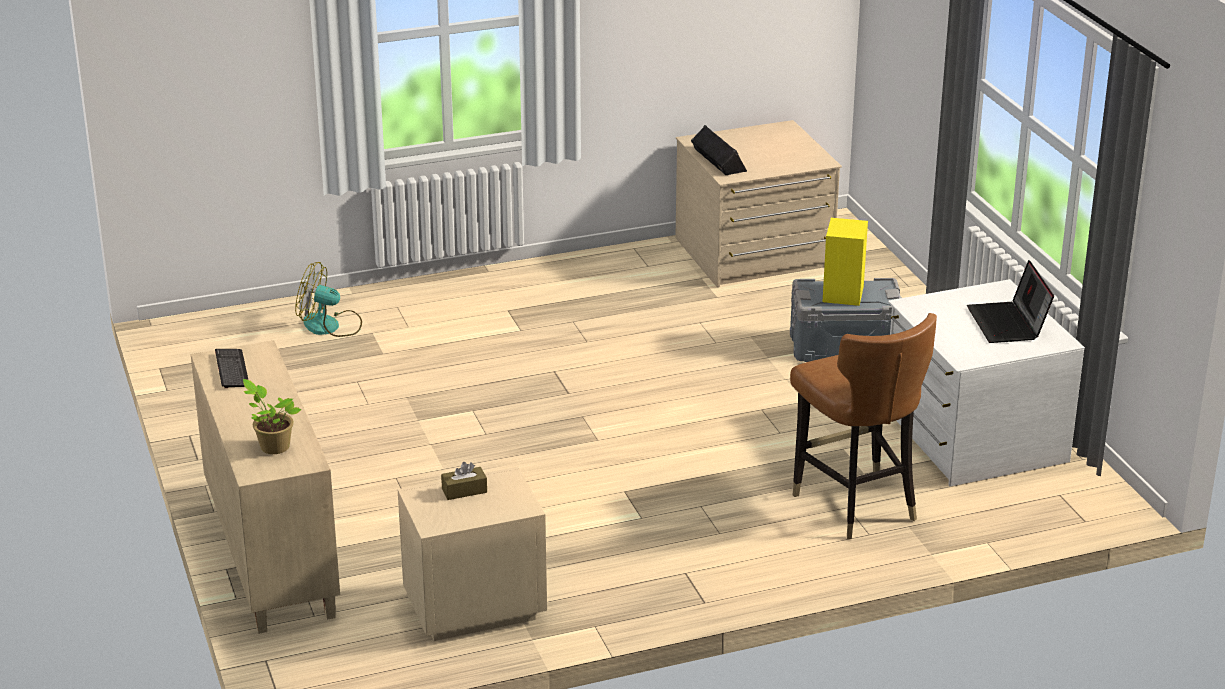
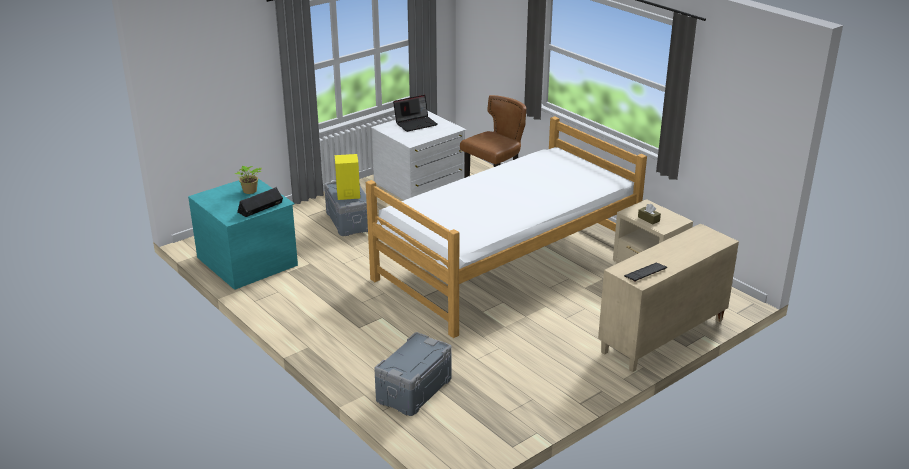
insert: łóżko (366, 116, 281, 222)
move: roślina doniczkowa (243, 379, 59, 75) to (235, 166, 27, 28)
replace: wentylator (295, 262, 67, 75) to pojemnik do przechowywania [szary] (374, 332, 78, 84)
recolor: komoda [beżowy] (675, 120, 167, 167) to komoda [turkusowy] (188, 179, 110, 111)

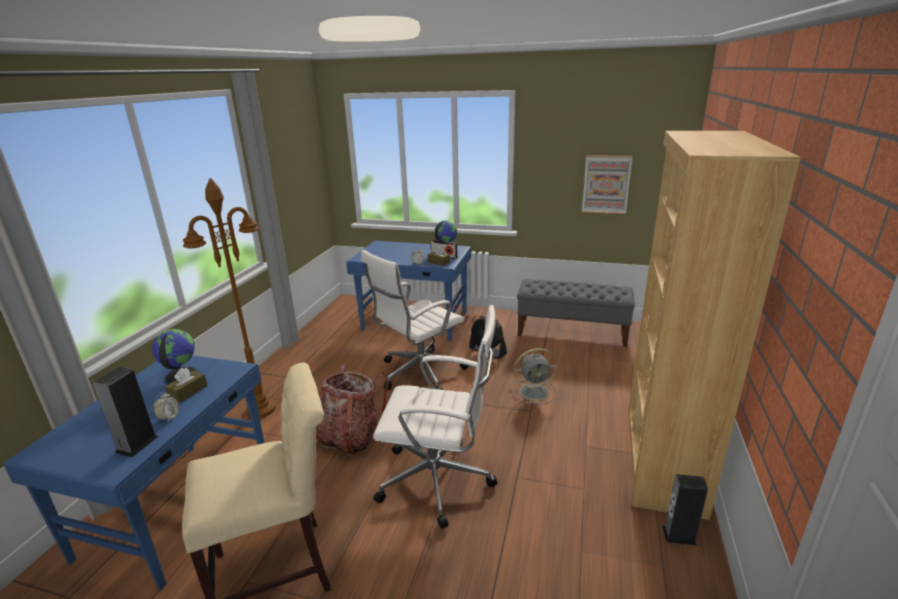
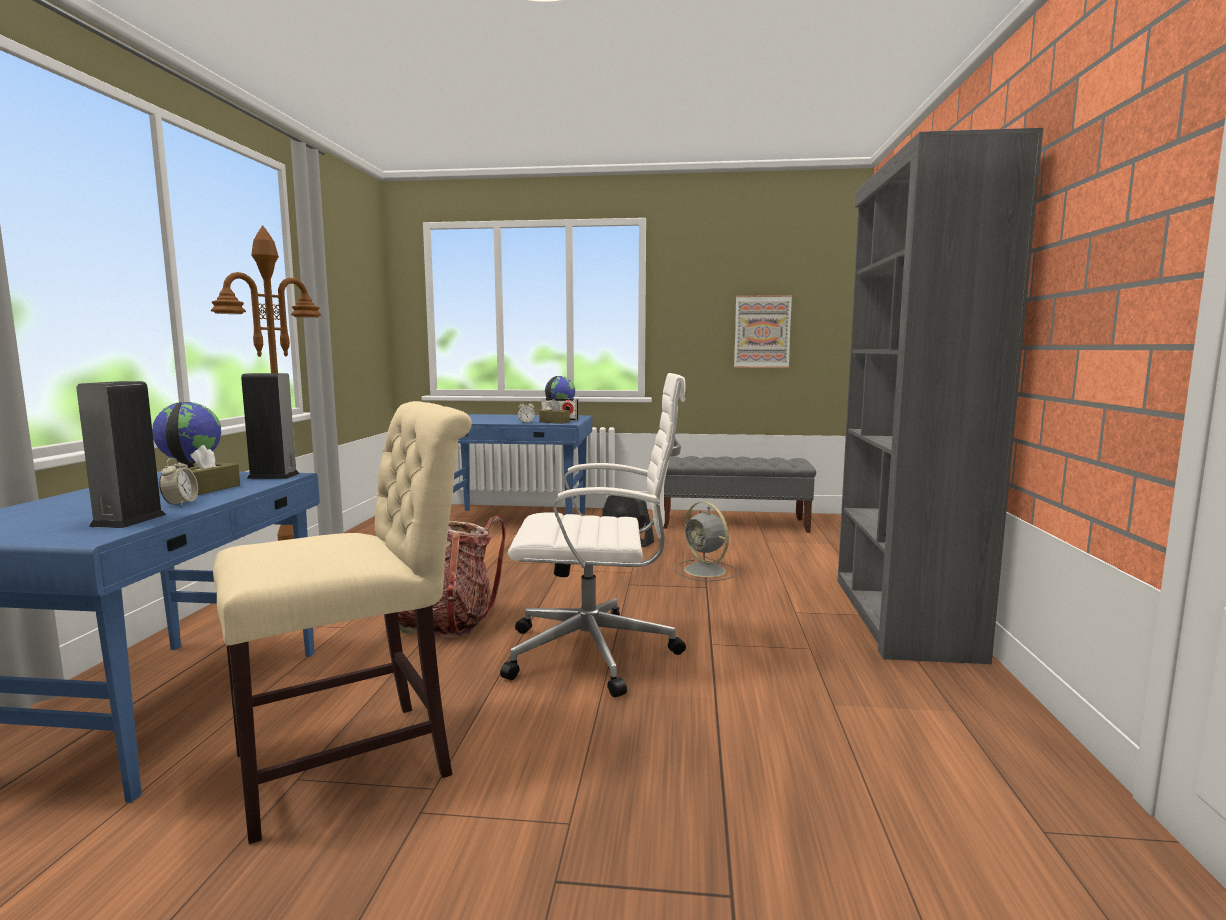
delete: krzesło biurowe [biały] (361, 250, 108, 140)
move: głośnik (662, 474, 46, 72) to (241, 373, 59, 106)
recolor: regał [brązowy] (628, 131, 173, 389) to regał [szary] (838, 128, 205, 536)
rotate: wentylator [szary] (510, 348, 47, 57) = (675, 502, 64, 79) 75 degrees clockwise

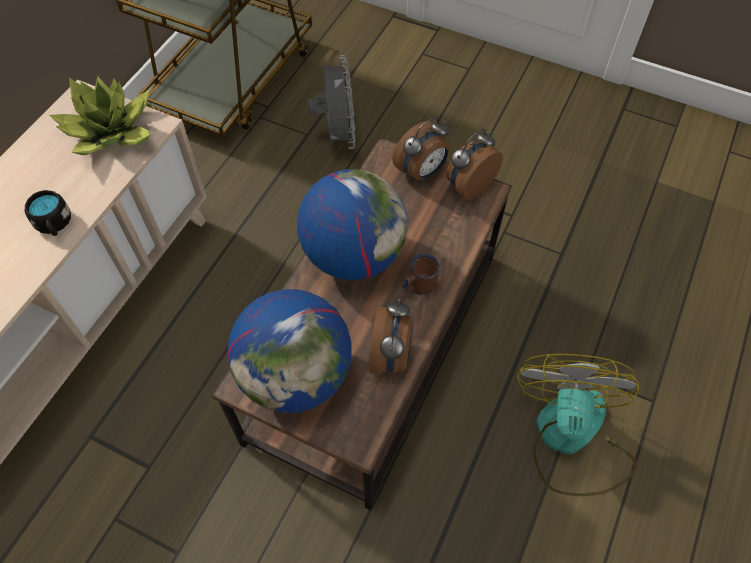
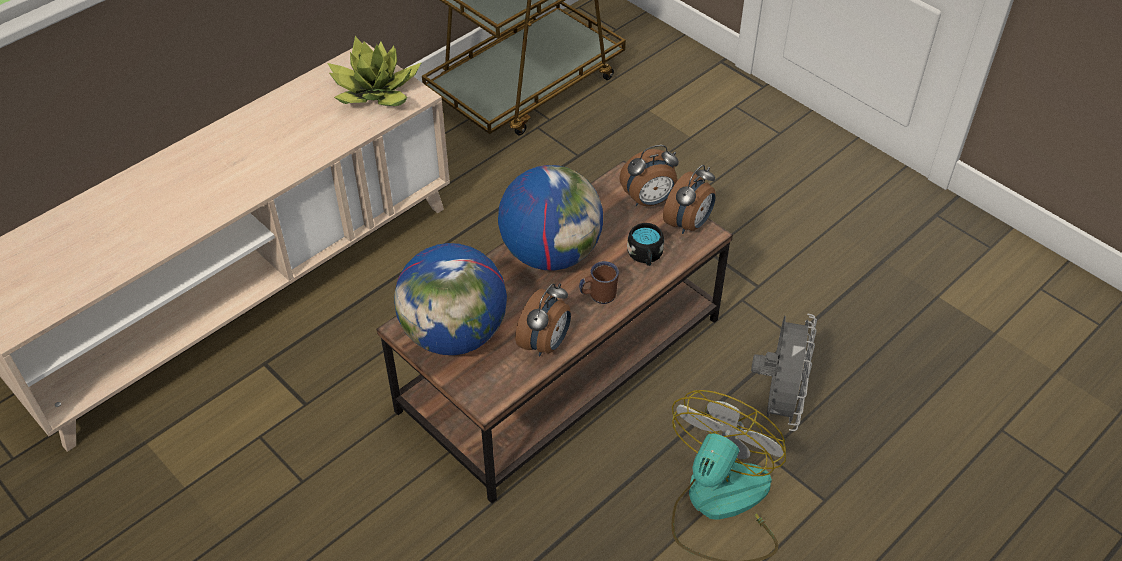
move: kubek [czarny] (25, 190, 46, 46) to (627, 223, 37, 43); wentylator [szary] (308, 55, 48, 94) to (751, 313, 66, 118)
rotate: budzik (447, 129, 56, 71) = (663, 165, 52, 69) 150 degrees clockwise

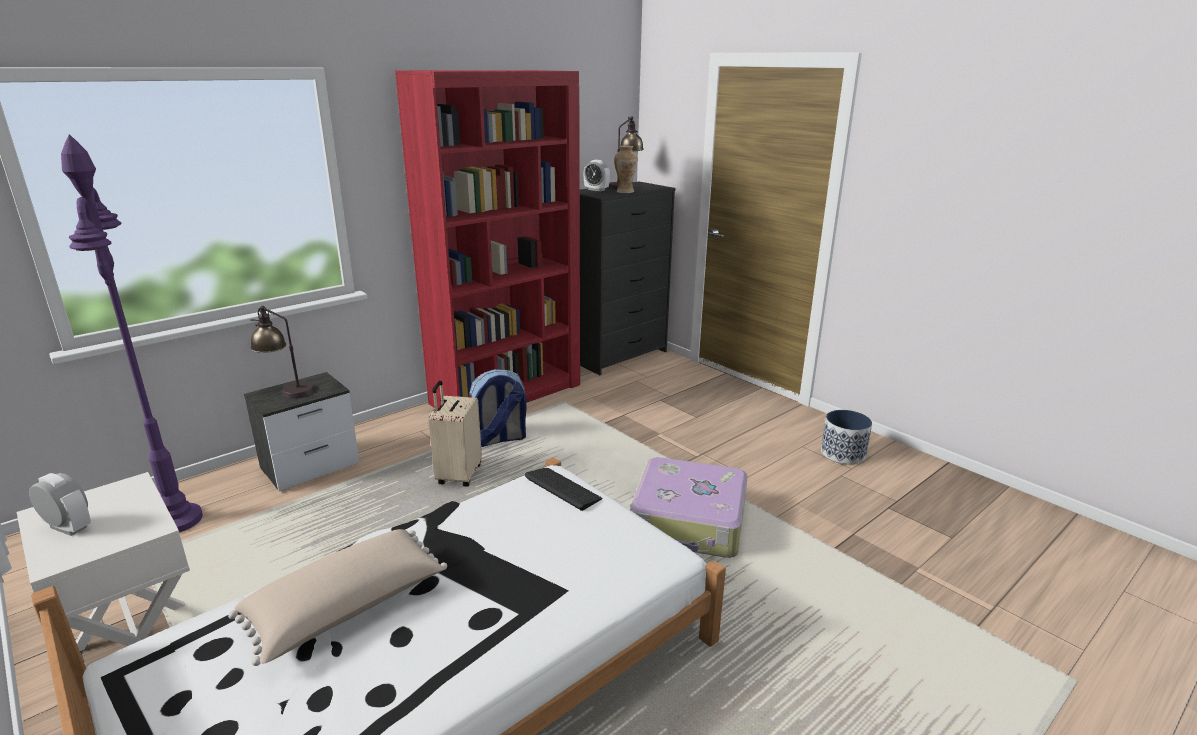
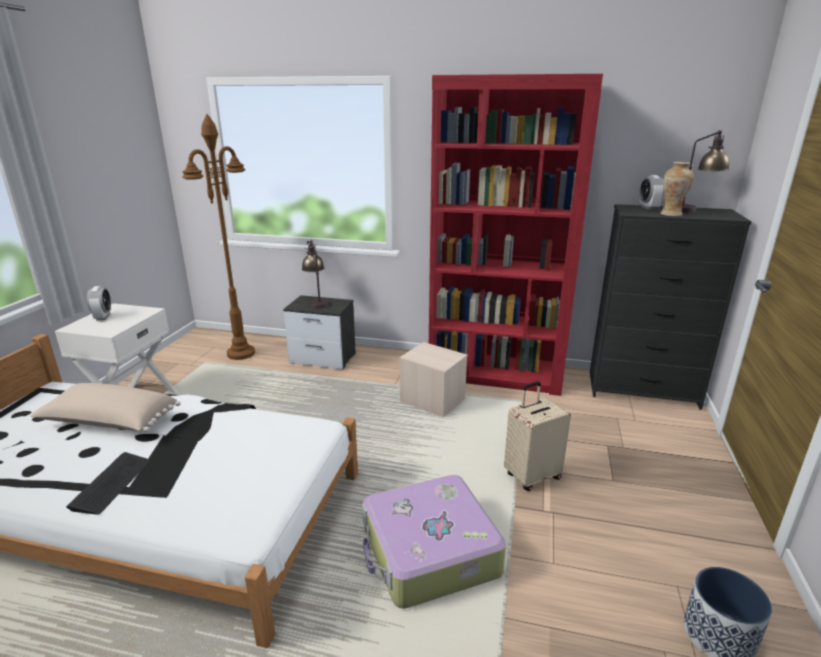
move: walizka [beżowy] (429, 381, 53, 106) to (504, 381, 67, 110); klawiatura (524, 468, 79, 43) to (66, 452, 84, 63)
replace: plecak (469, 369, 58, 78) to pojemnik do przechowywania [beżowy] (399, 342, 69, 76)
recolor: lampa stojąca [fioletowy] (61, 134, 142, 398) to lampa stojąca [brązowy] (182, 114, 73, 246)

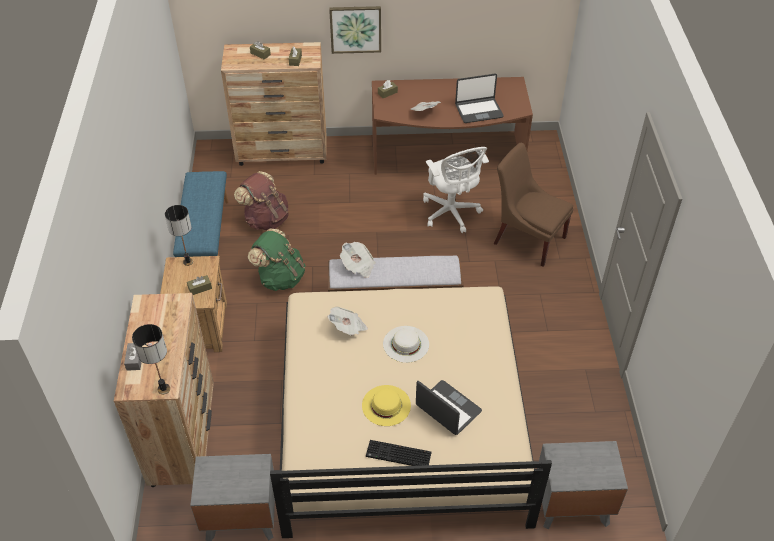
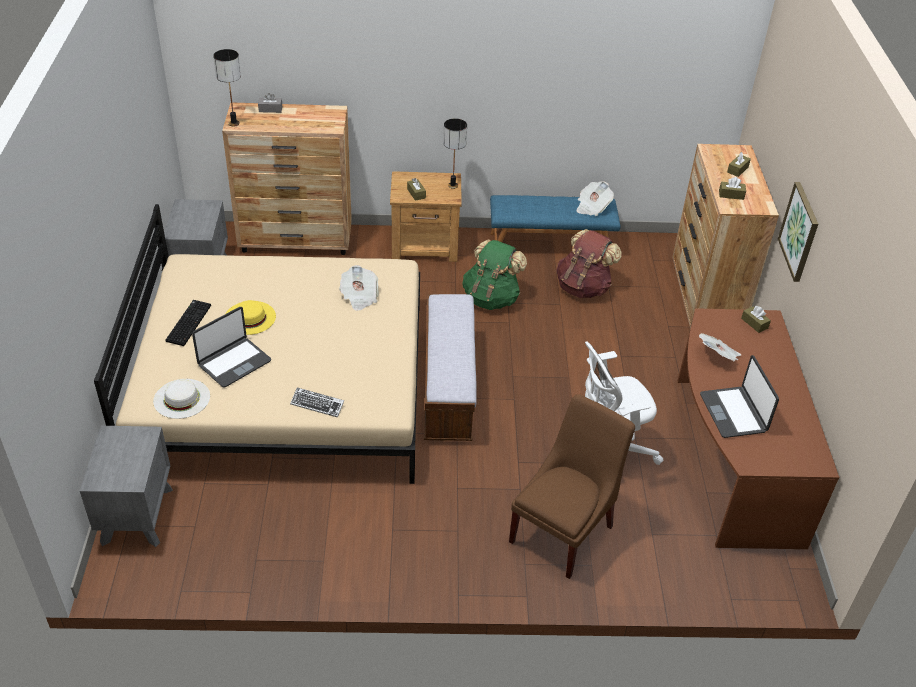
insert: klawiatura (290, 388, 54, 30)
move: gazeta (340, 242, 36, 36) to (577, 181, 37, 35); kapelusz [biały] (383, 326, 46, 37) to (153, 379, 57, 40)

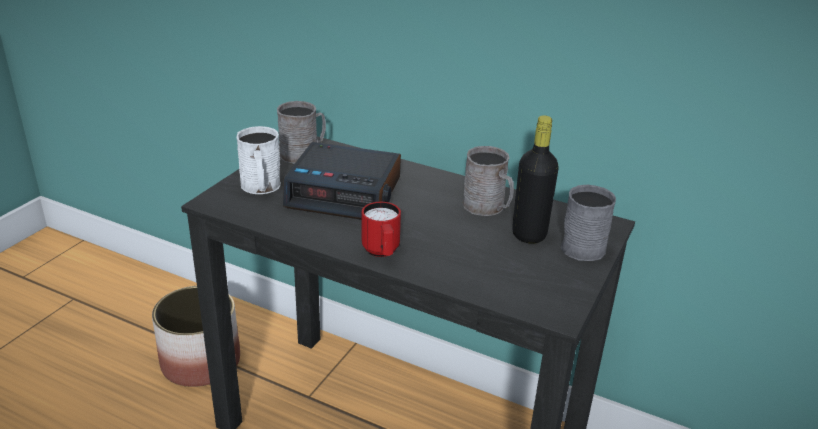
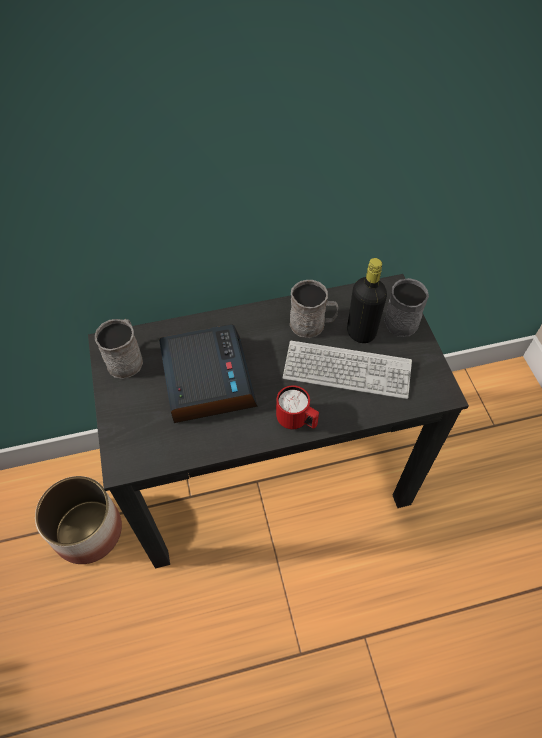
delete: kubek [biały] (236, 126, 45, 68)
insert: klawiatura (283, 341, 129, 58)
rotate: budzik (283, 142, 118, 78) = (159, 324, 99, 99) 75 degrees counterclockwise

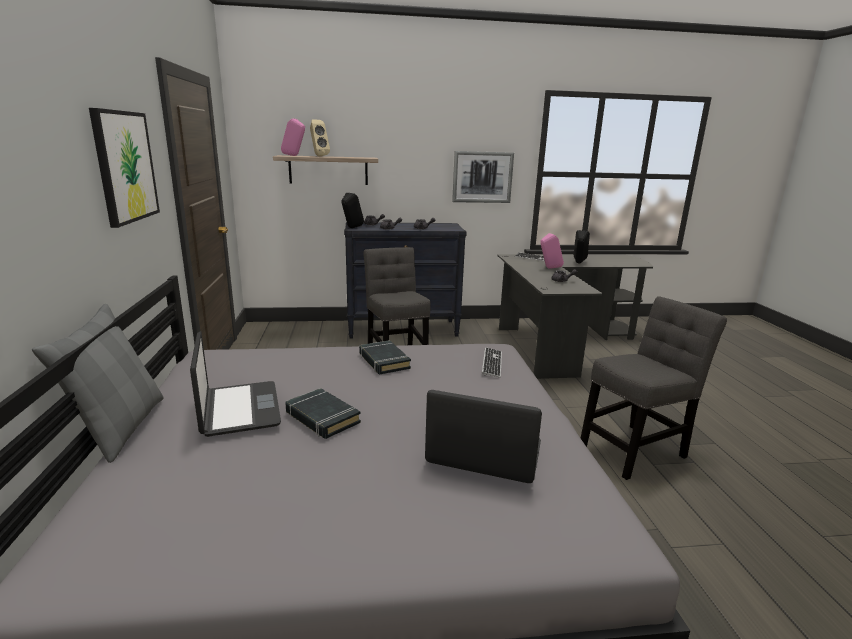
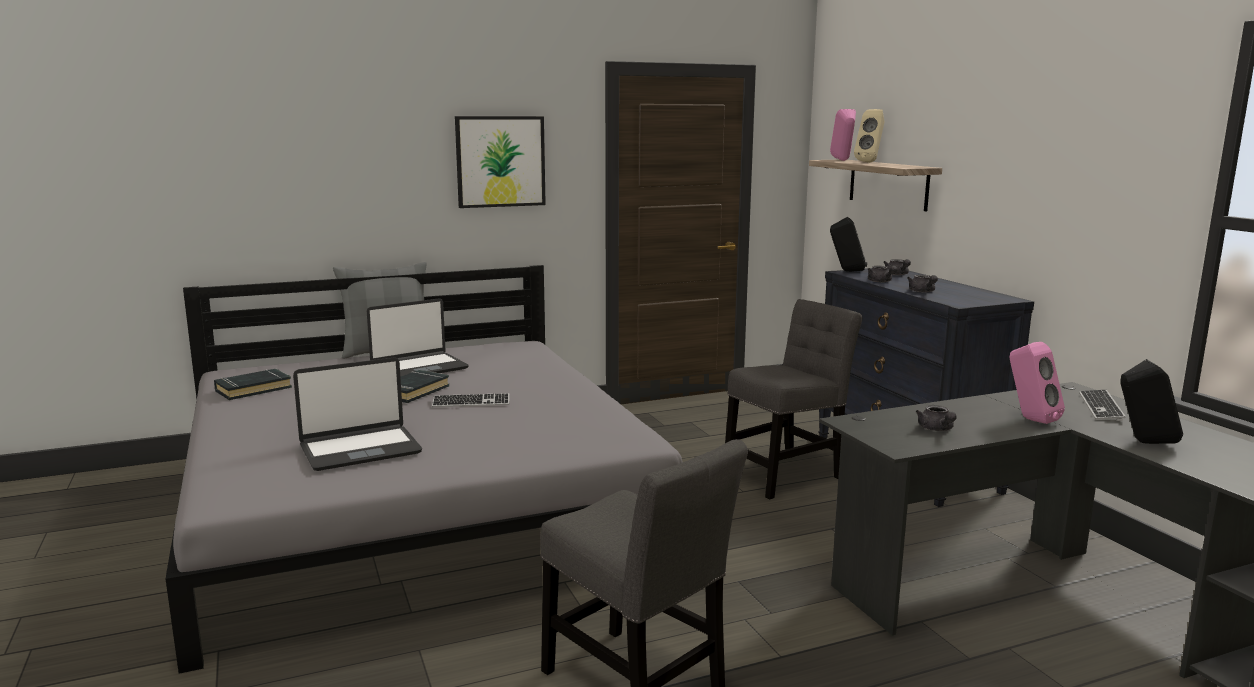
delete: obraz (452, 151, 62, 52)
move: książka [czarny] (359, 340, 52, 35) to (214, 369, 78, 31); klawiatura (482, 347, 20, 31) to (432, 393, 78, 14)
rotate: laptop (425, 390, 117, 93) = (293, 357, 129, 114) 60 degrees clockwise

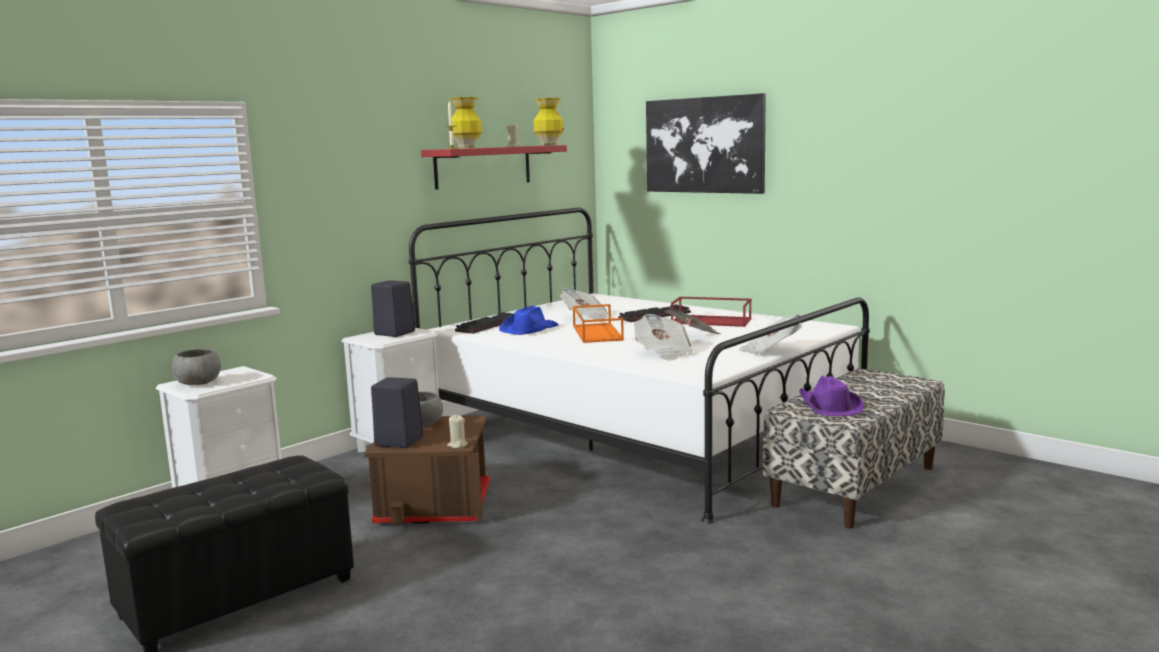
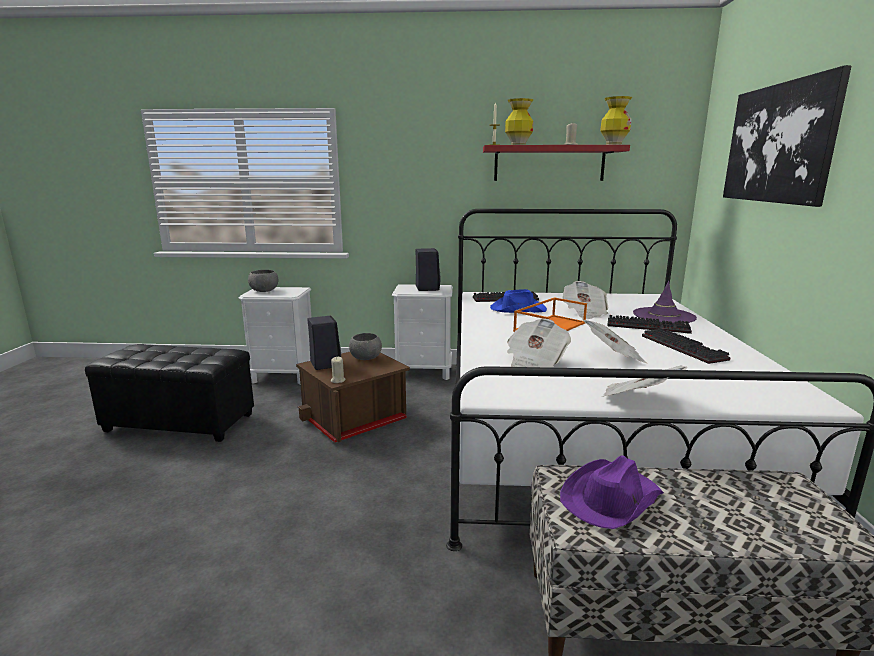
insert: kapelusz [fioletowy] (633, 281, 64, 42)
replace: taca [czerwony] (671, 297, 81, 30) to klawiatura (642, 328, 88, 36)

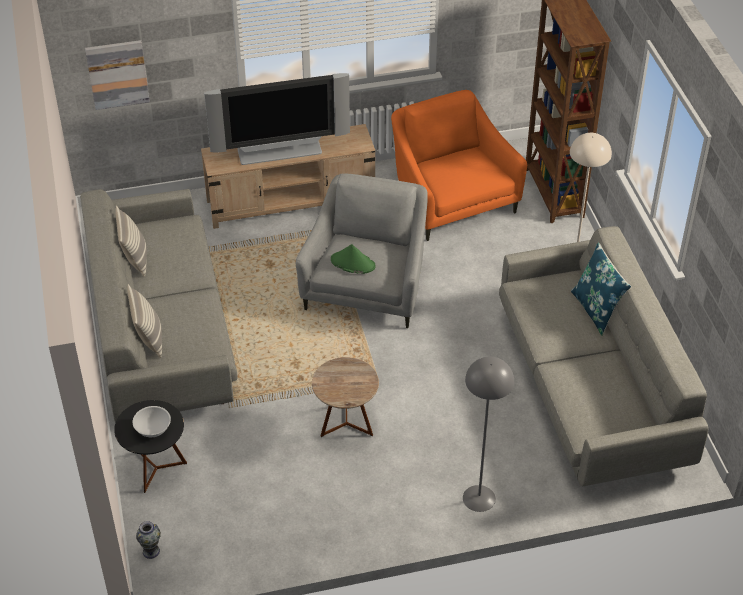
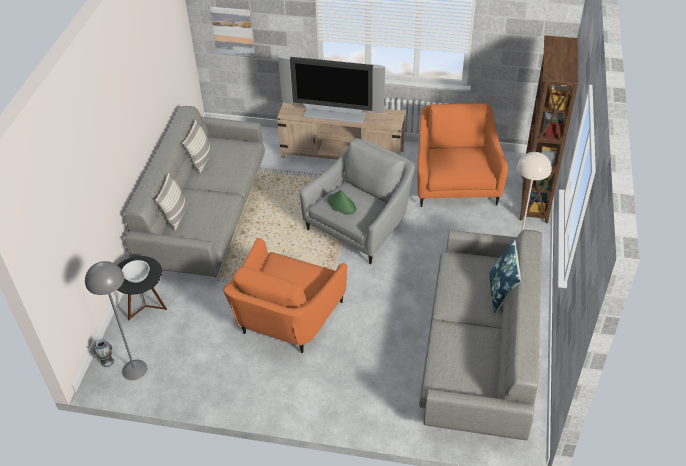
move: lampa stojąca [szary] (463, 357, 51, 155) to (85, 261, 62, 119)
replace: stolik [brązowy] (312, 357, 67, 80) to fotel [pomarańczowy] (223, 238, 124, 115)

